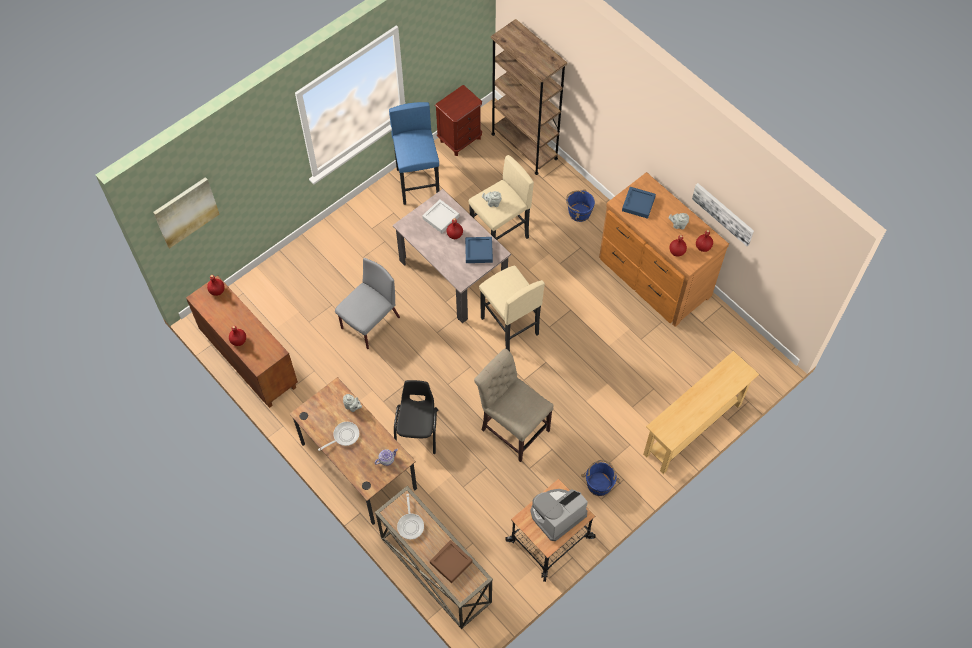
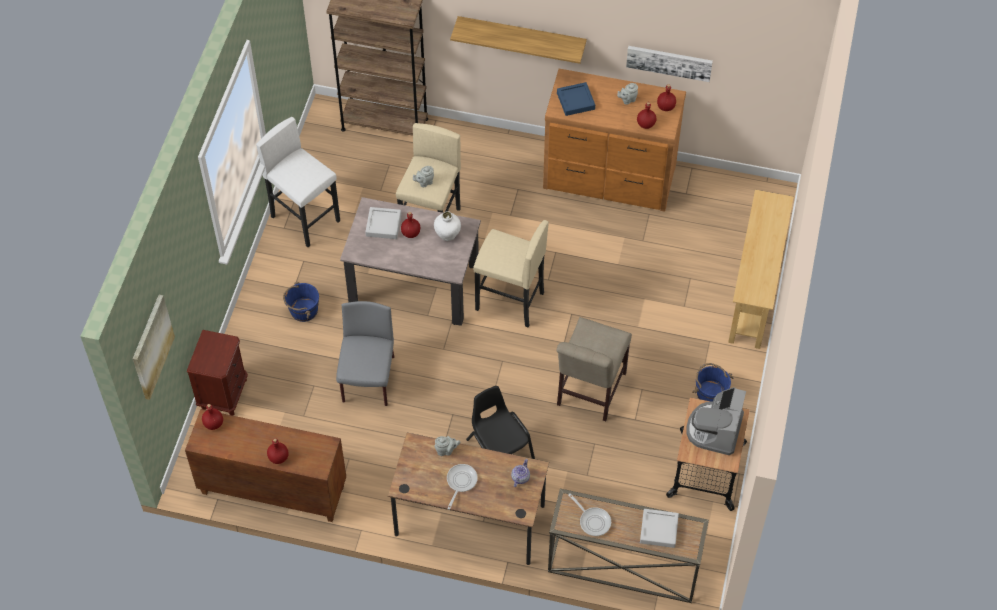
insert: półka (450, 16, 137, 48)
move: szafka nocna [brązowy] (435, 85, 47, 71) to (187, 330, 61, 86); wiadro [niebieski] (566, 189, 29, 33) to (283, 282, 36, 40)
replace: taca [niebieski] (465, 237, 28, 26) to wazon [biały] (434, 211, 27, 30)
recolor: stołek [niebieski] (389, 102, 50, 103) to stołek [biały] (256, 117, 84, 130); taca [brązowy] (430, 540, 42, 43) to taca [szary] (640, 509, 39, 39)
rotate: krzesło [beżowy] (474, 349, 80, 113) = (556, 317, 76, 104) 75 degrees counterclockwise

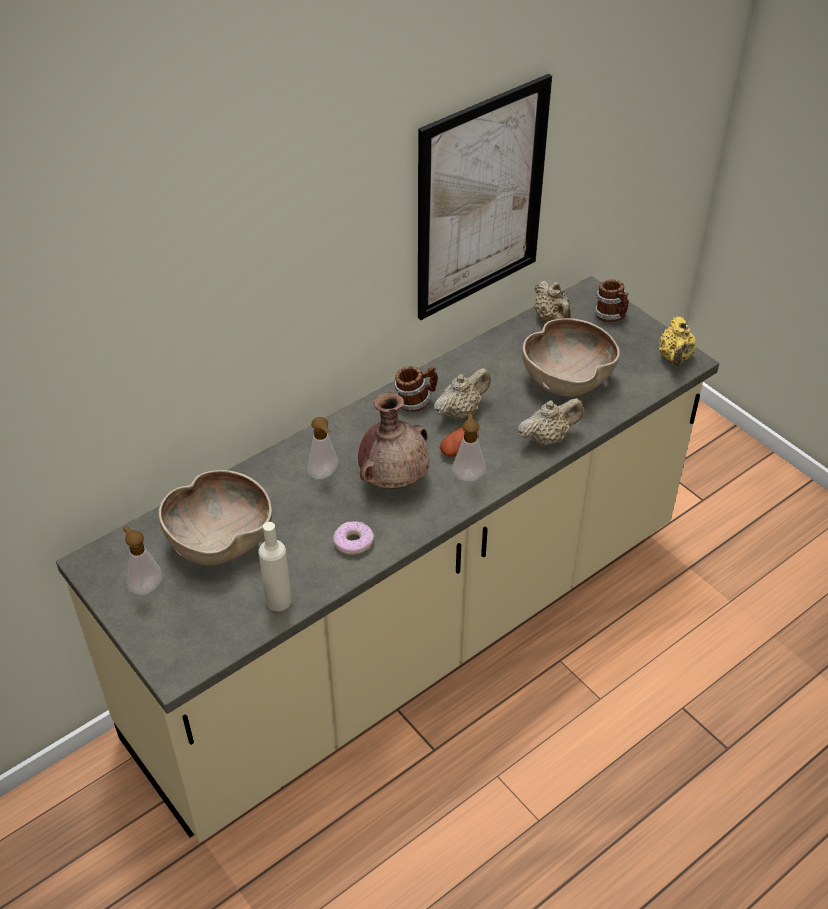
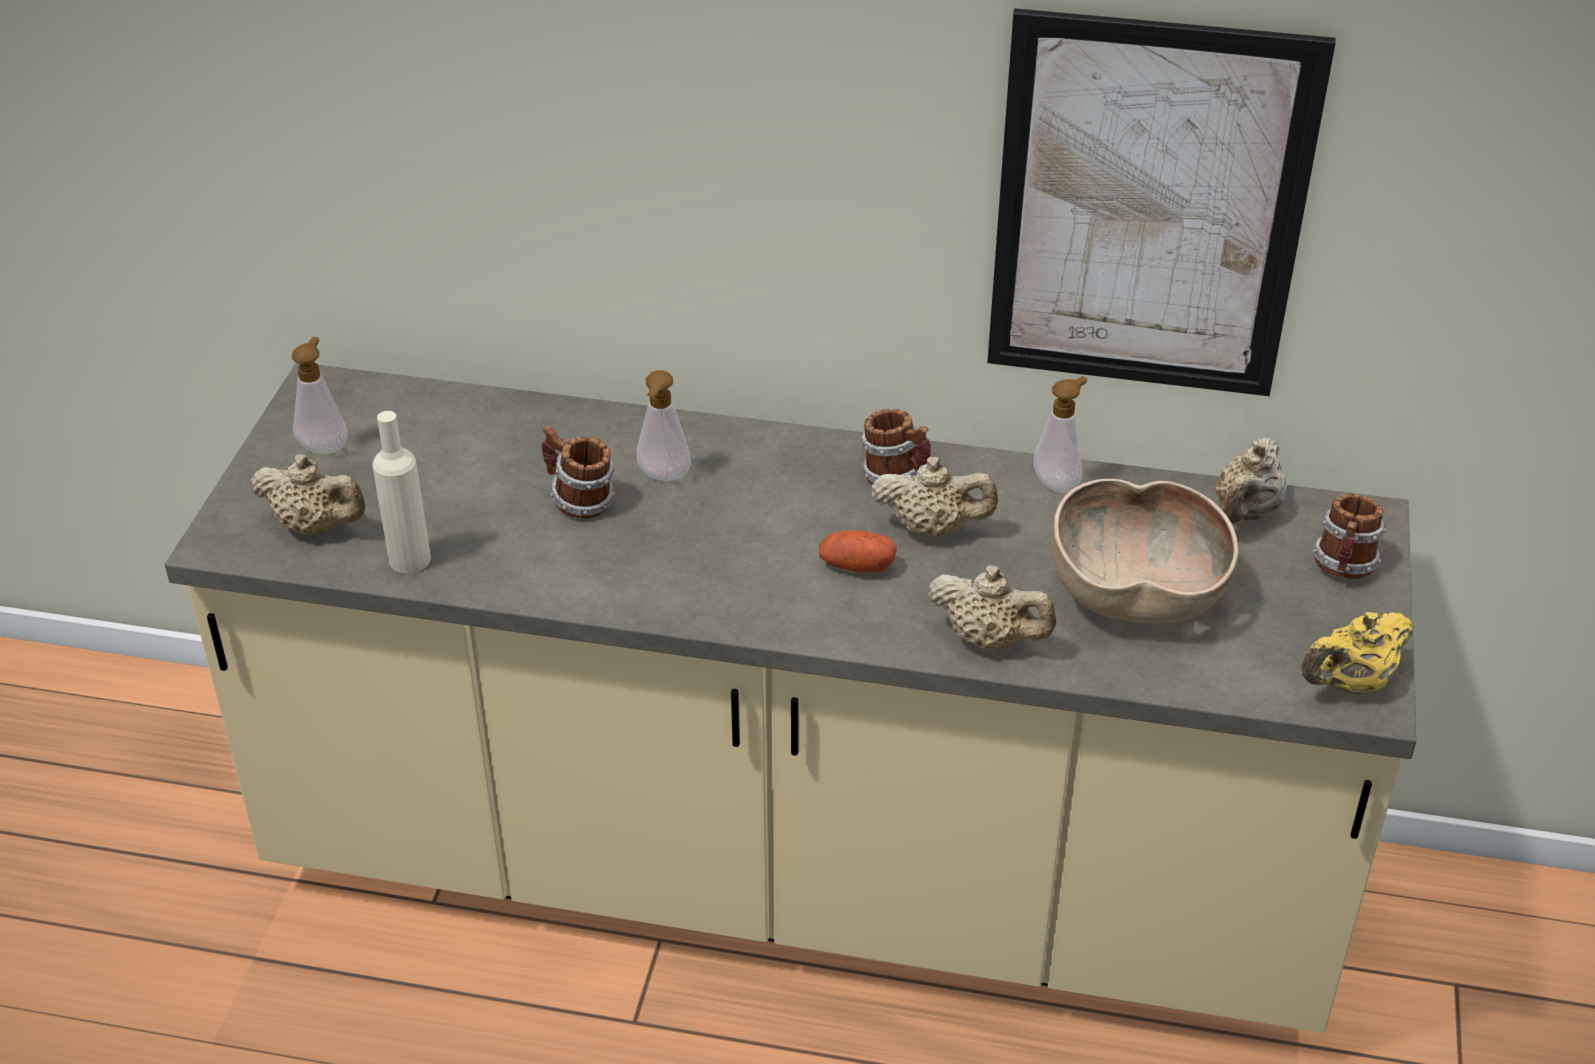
delete: miska [brązowy] (158, 470, 114, 95); donut (333, 522, 41, 33); wazon [brązowy] (358, 392, 71, 97)
insert: imbryk [beżowy] (251, 454, 114, 81); kubek (542, 426, 73, 92)
move: dozownik mydła (452, 414, 34, 67) to (1034, 376, 53, 117)

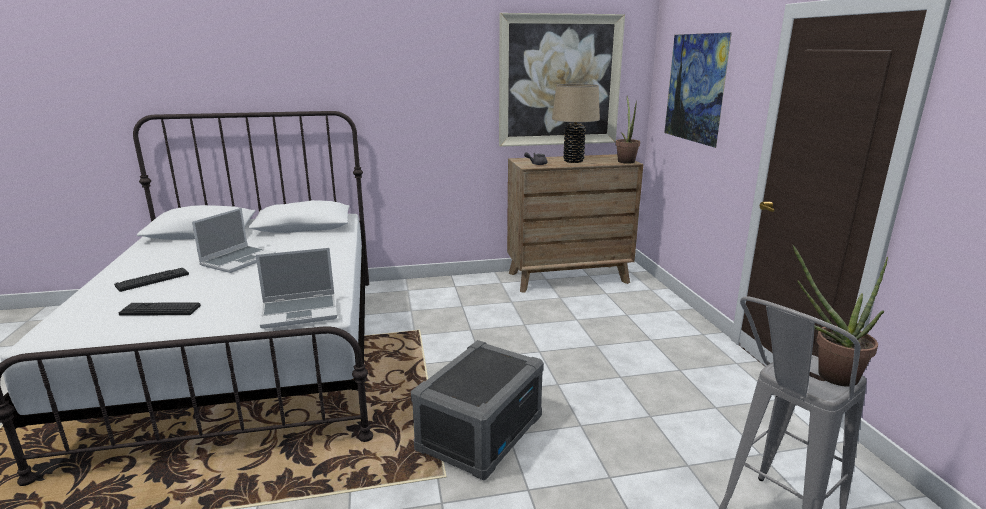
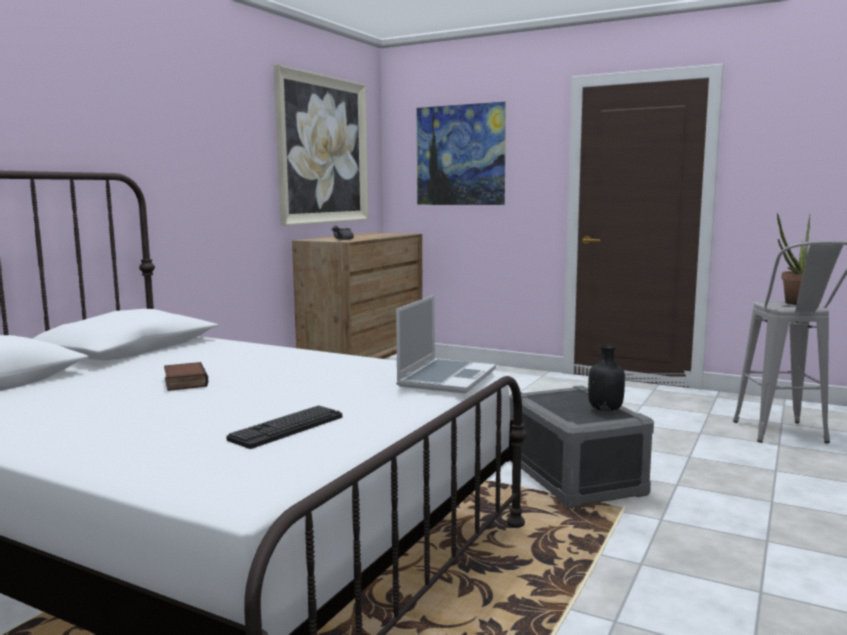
delete: klawiatura (114, 268, 75, 24); lampa stołowa [beżowy] (552, 84, 48, 79); roślina doniczkowa (616, 96, 24, 68)
insert: butelka [czarny] (588, 344, 37, 68)
replace: laptop (192, 208, 84, 65) to książka (164, 362, 44, 29)

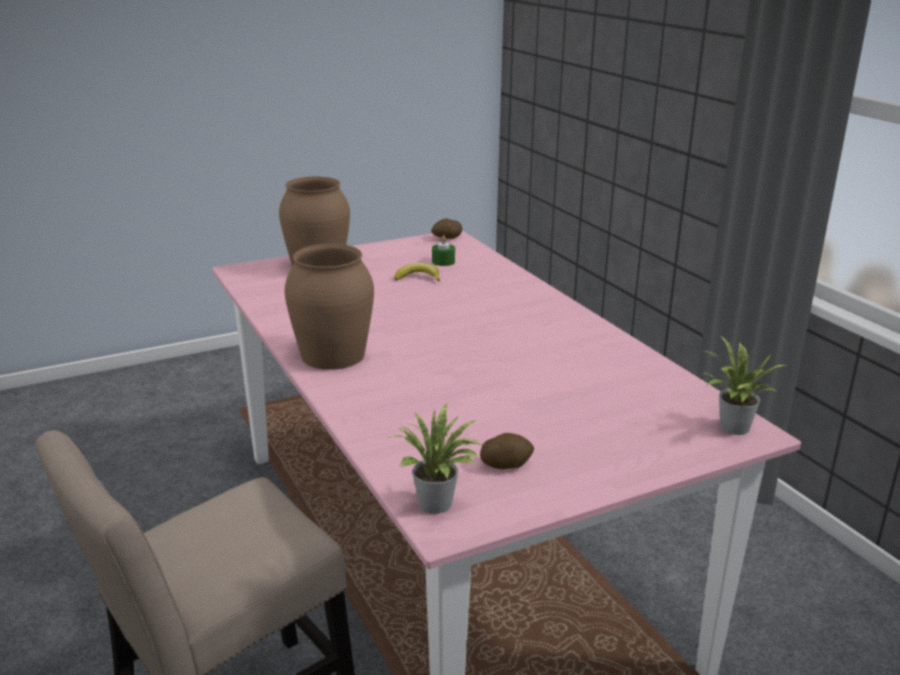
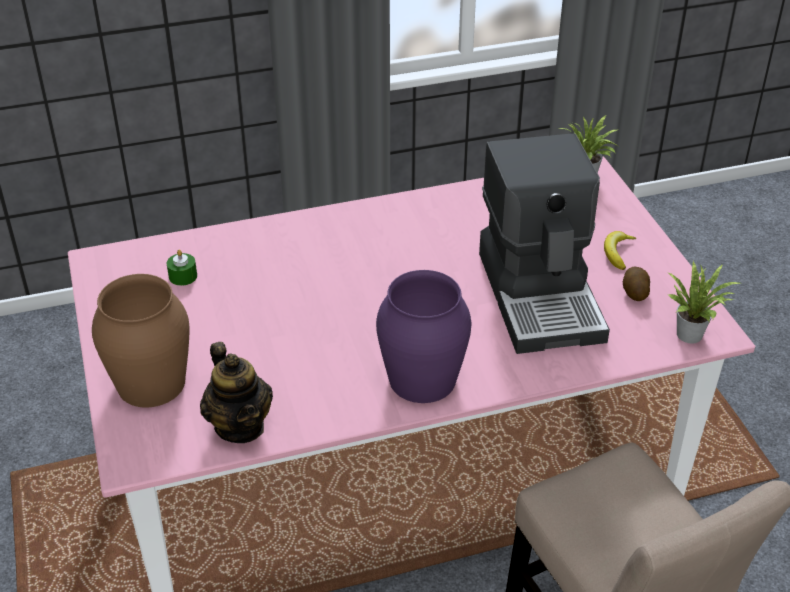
delete: ziemniak (431, 218, 31, 21)
insert: imbryk (200, 342, 73, 101); ekspres do kawy (479, 134, 131, 220)
move: banan (394, 263, 46, 19) to (604, 231, 32, 39)
recolor: wazon [brązowy] (284, 244, 90, 126) to wazon [fioletowy] (376, 270, 95, 133)

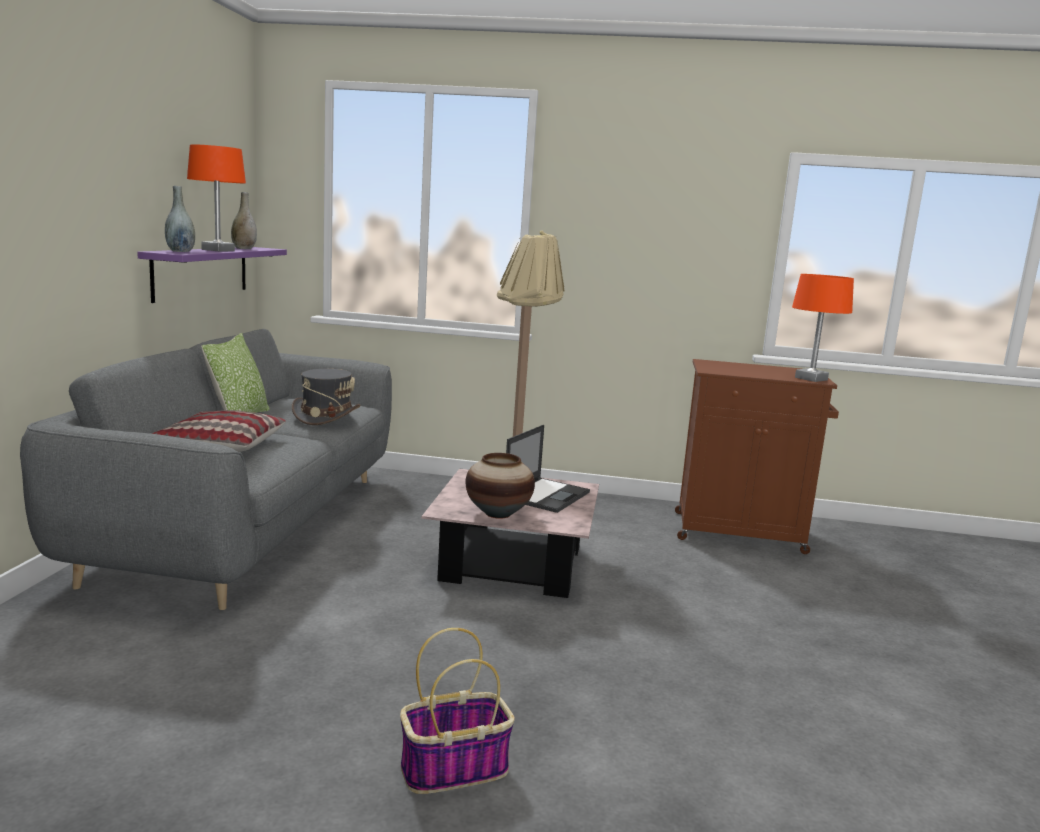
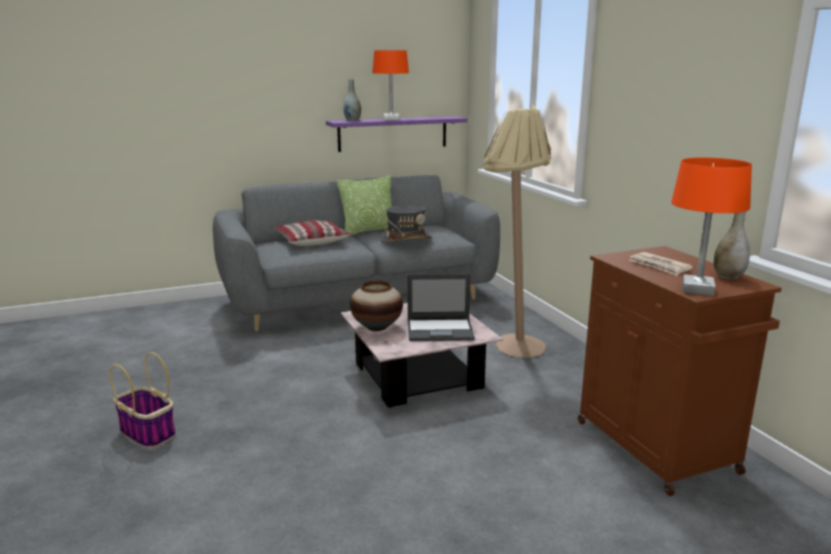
insert: gazeta (629, 252, 64, 24)
move: wazon [szary] (231, 192, 26, 57) to (714, 212, 36, 67)

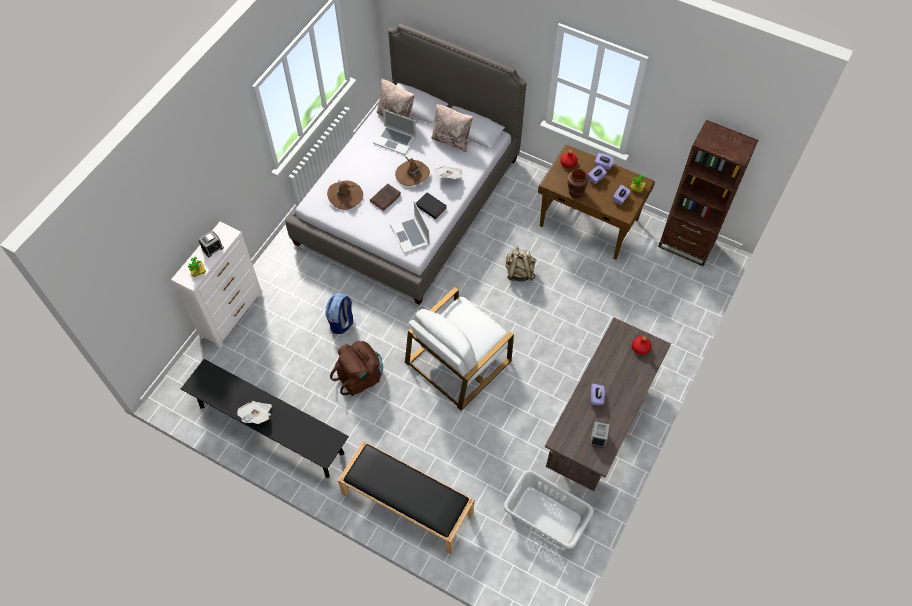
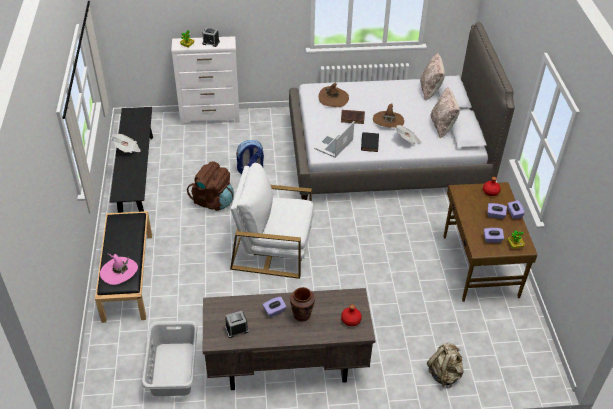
delete: laptop (373, 109, 43, 46); regał [brązowy] (658, 120, 100, 146)
insert: kapelusz [różowy] (100, 254, 38, 31)
move: plecak [beżowy] (505, 247, 31, 35) to (427, 342, 37, 46); wazon [brązowy] (568, 169, 21, 29) to (290, 287, 25, 35)

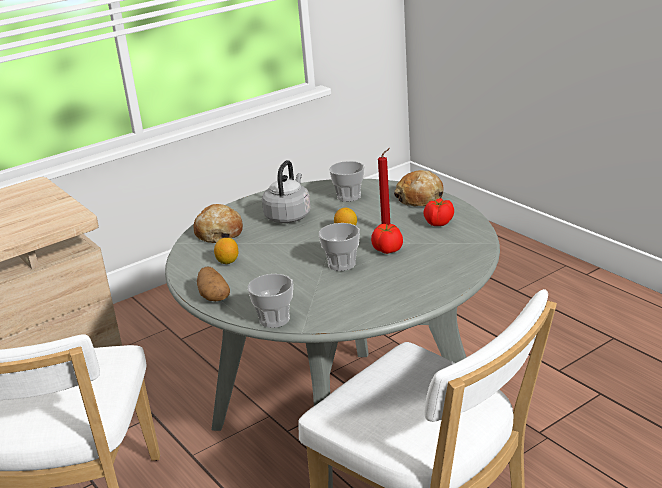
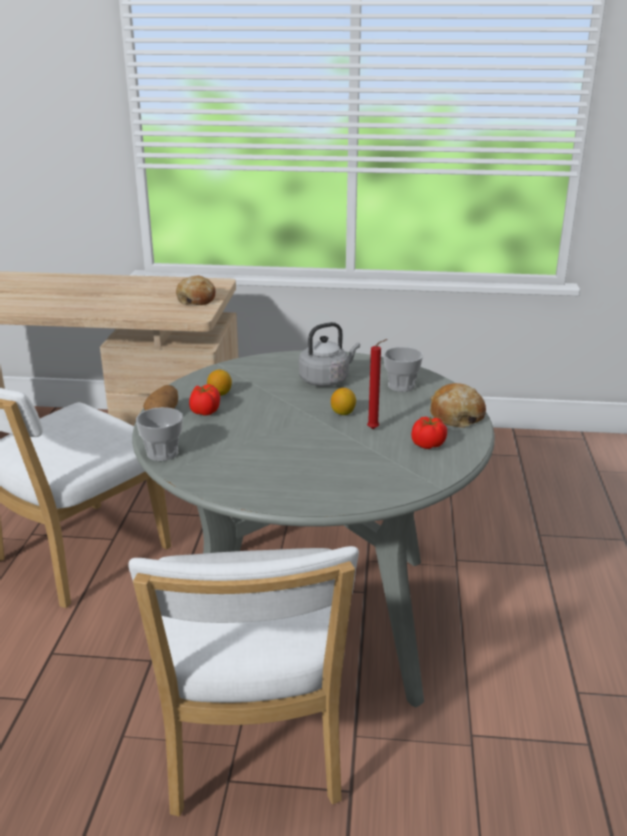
delete: filiżanka (319, 223, 41, 48)
move: chleb (193, 204, 50, 39) to (176, 275, 39, 30); pomidor (371, 224, 32, 30) to (189, 384, 31, 32)

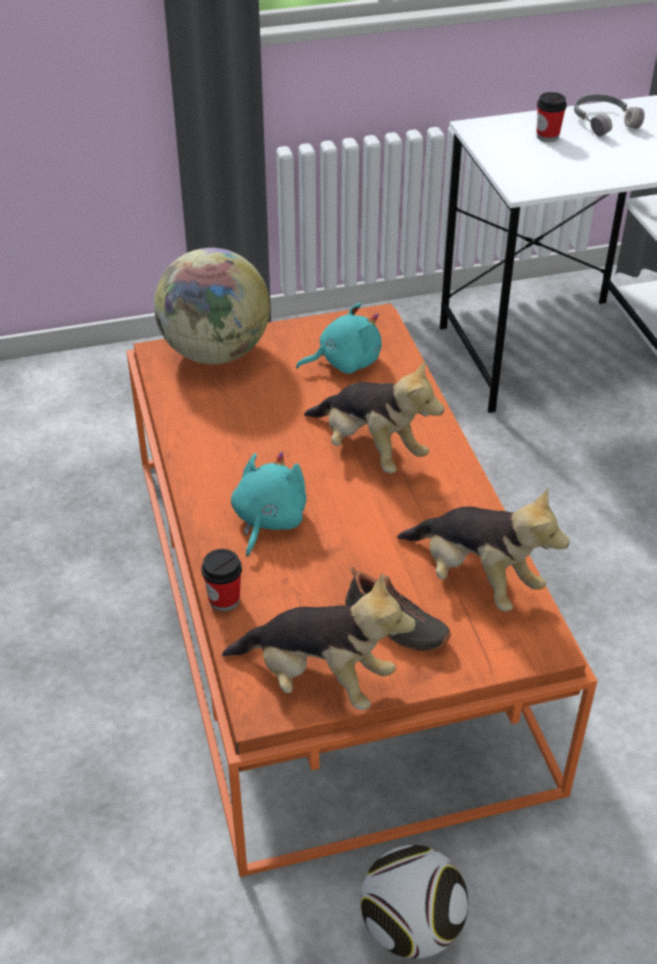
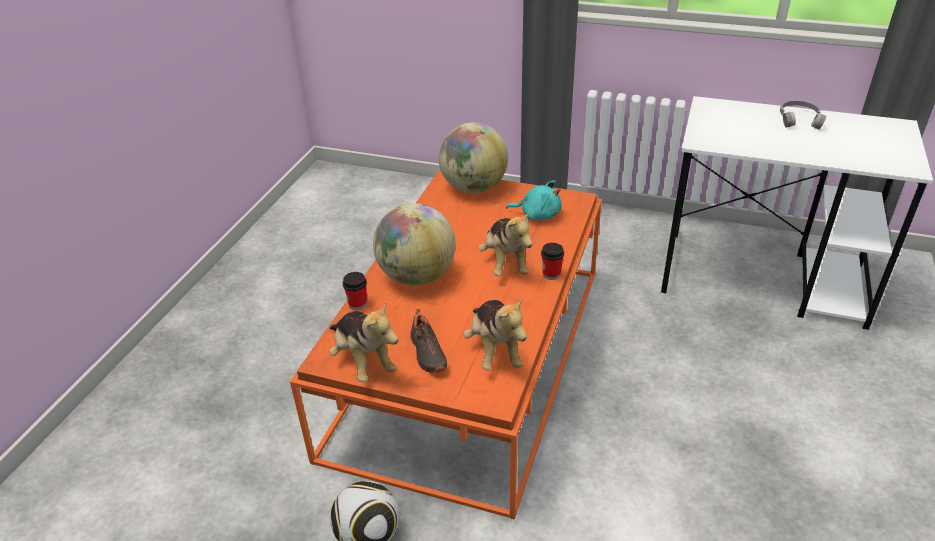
move: filiżanka (537, 92, 30, 50) to (541, 243, 23, 37)
replace: pluszak [turkusowy] (231, 451, 76, 106) to globus (373, 203, 83, 83)

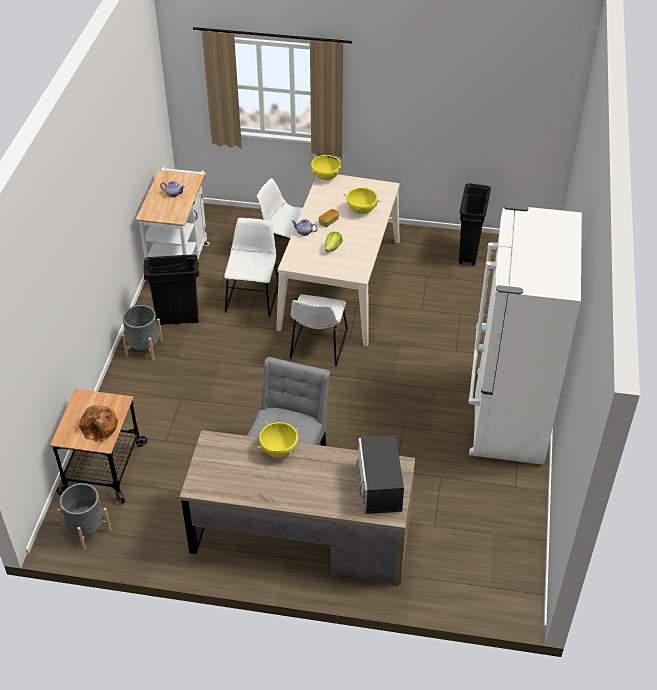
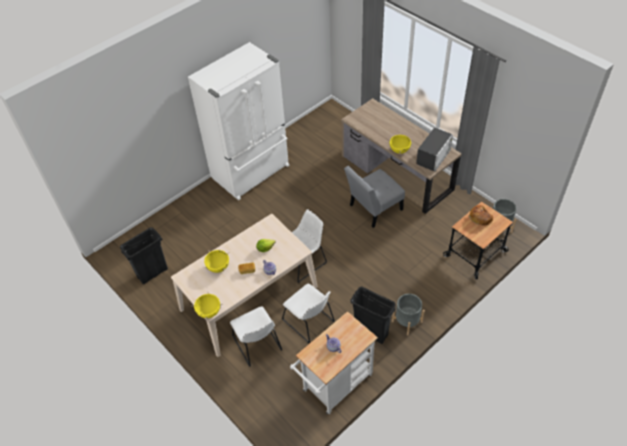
move: mikrofalówka (357, 435, 47, 79) to (416, 127, 37, 44)
rotate: krzesło [biały] (224, 218, 55, 99) = (282, 283, 53, 60) 90 degrees counterclockwise

